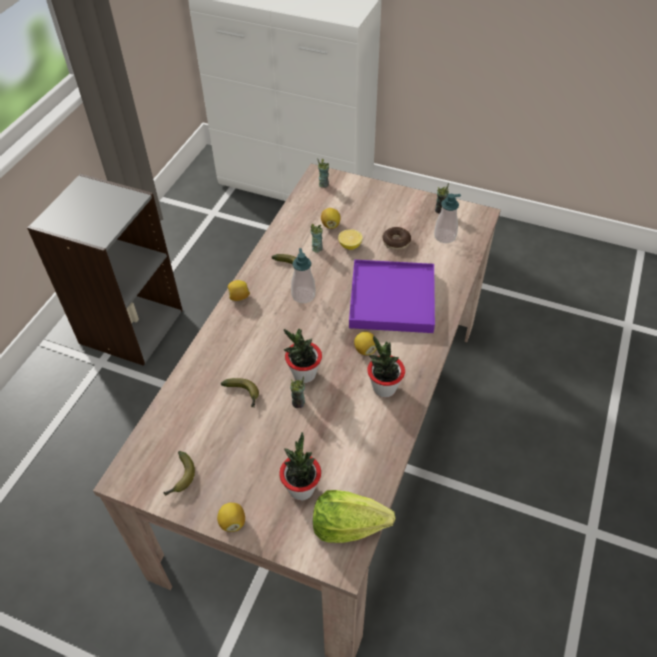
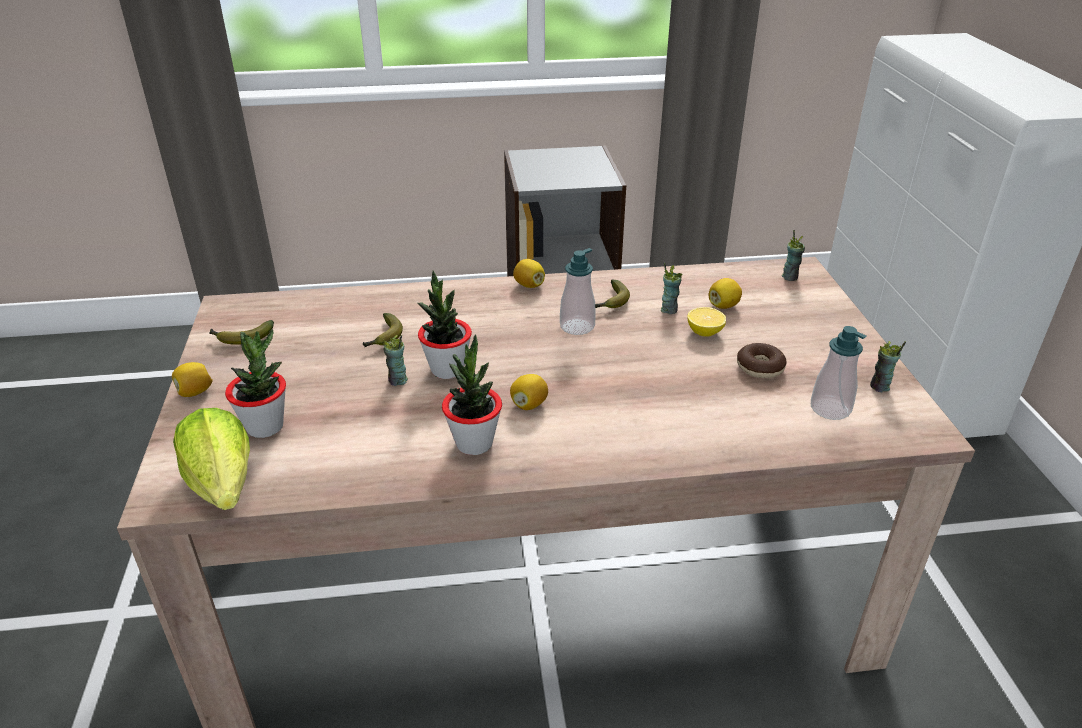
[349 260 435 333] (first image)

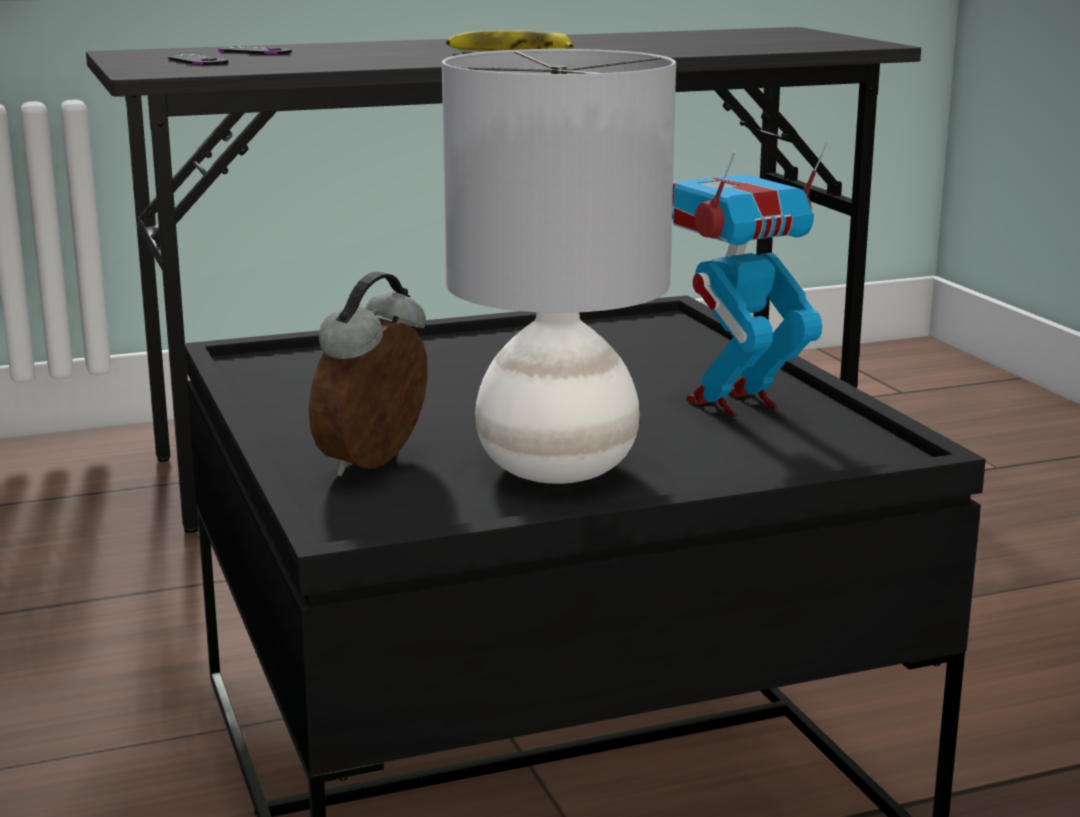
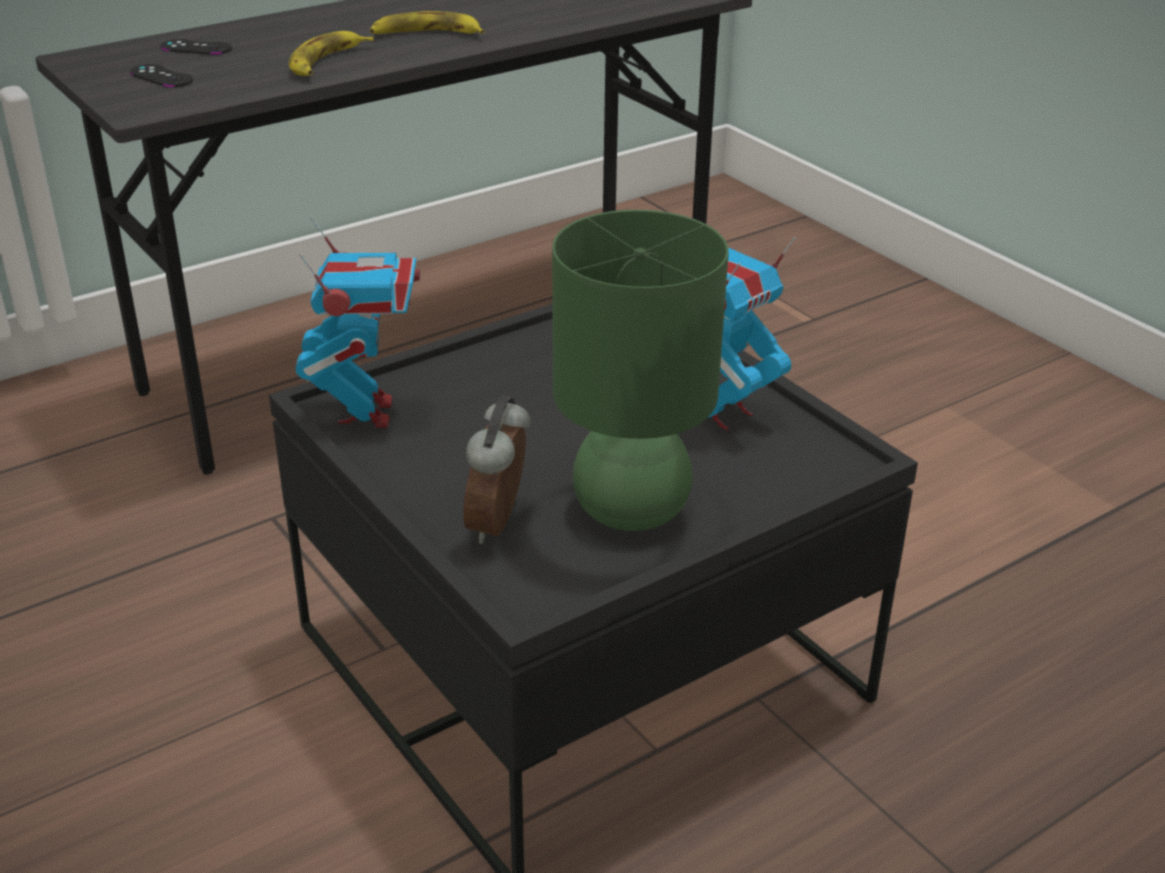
[288 31 374 76]
[295 216 420 428]
[552 210 729 531]

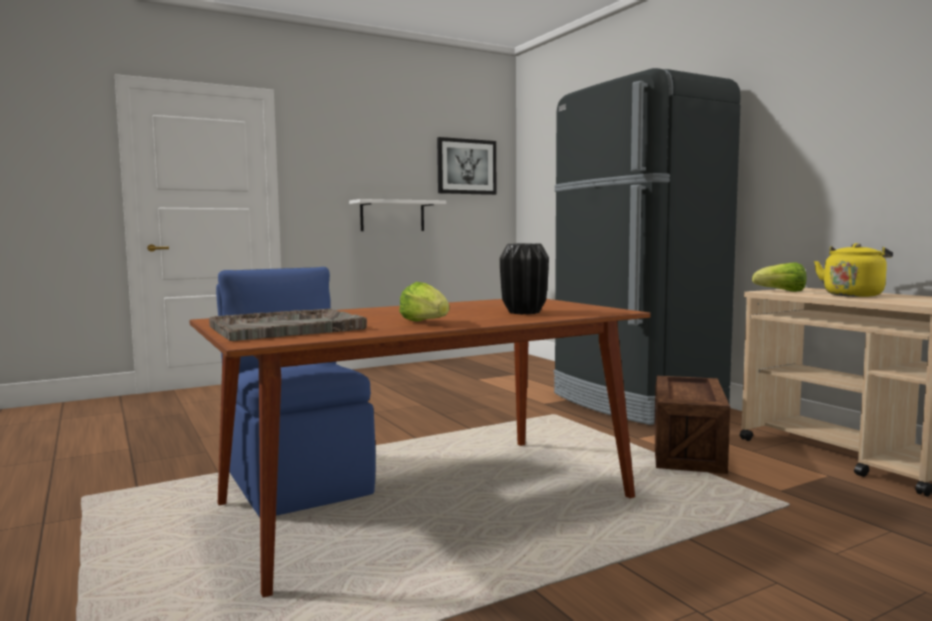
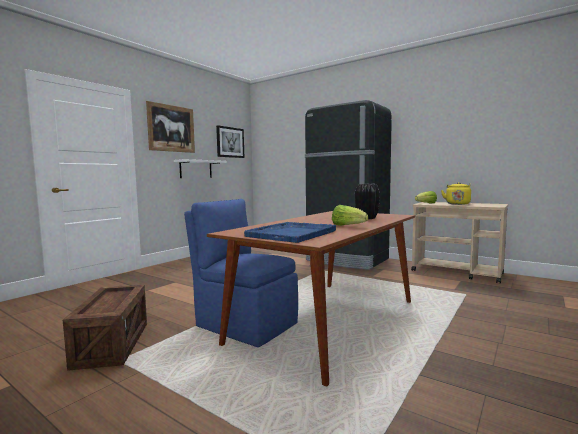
[146 101 195 153]
[63 285 147 371]
[244 222 336 243]

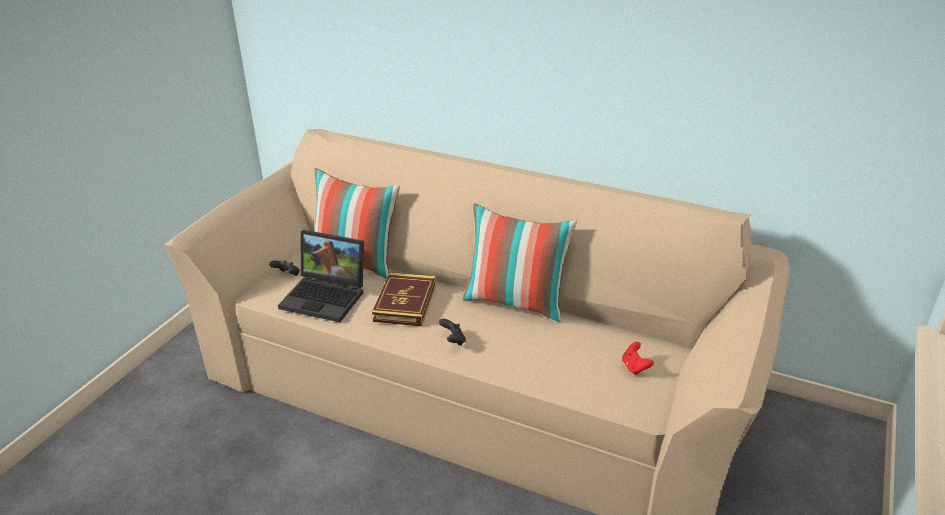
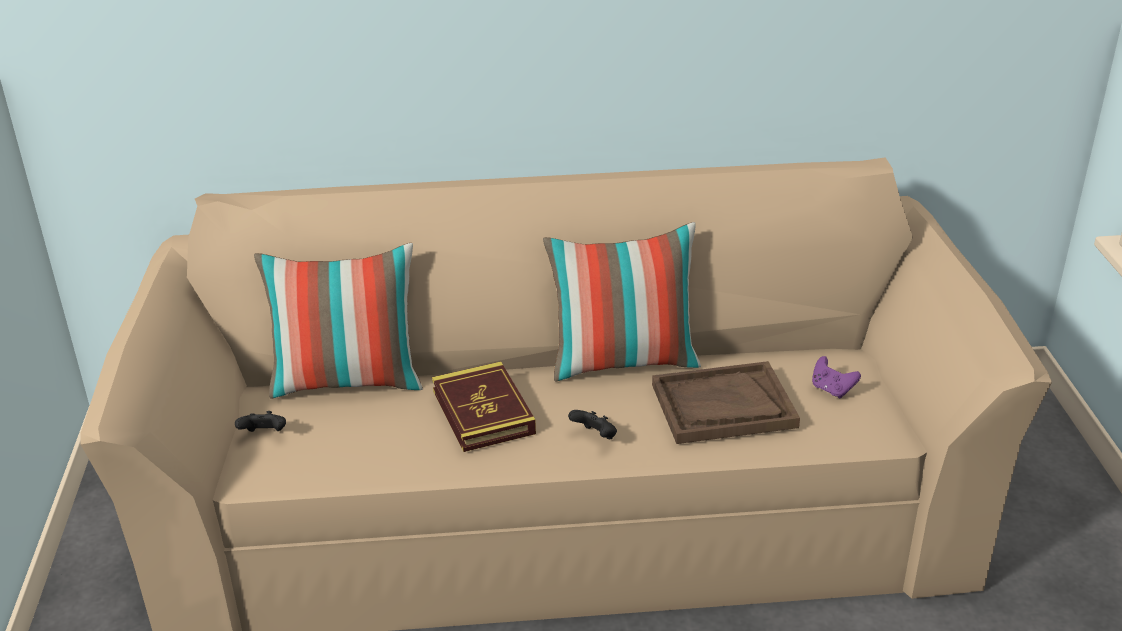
[278 230 364 322] (first image)
[652 361 800 444]
[812 356 861 398]

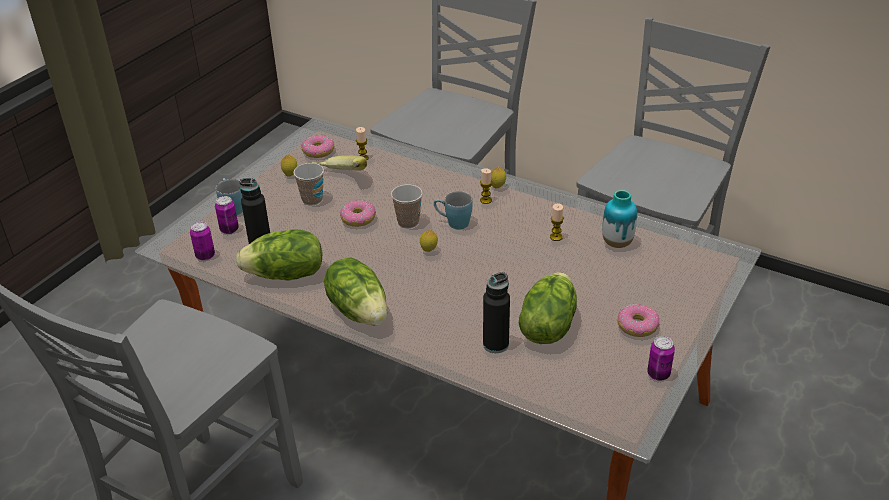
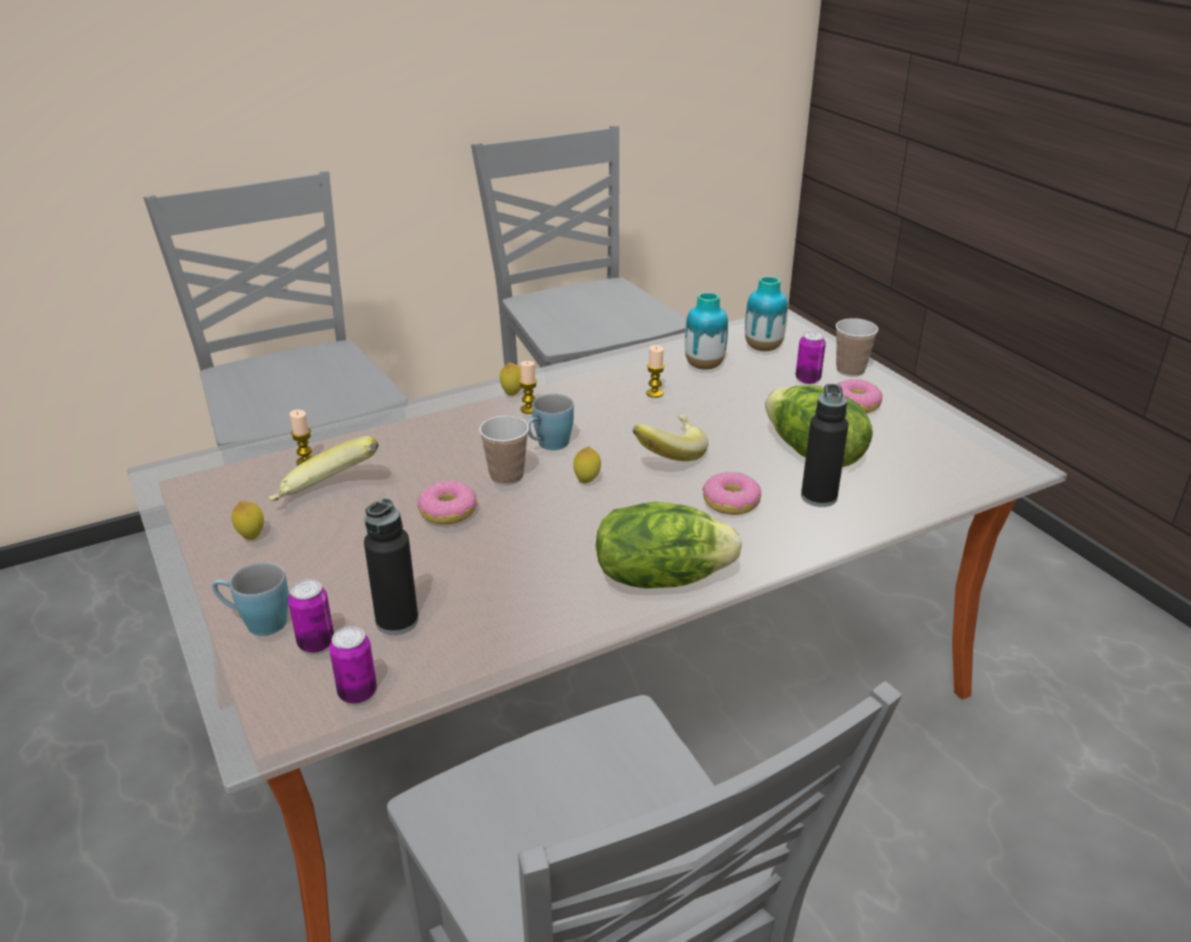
[236 230 323 280] (first image)
[632 415 708 461]
[745 276 788 351]
[836 318 878 377]
[702 472 761 515]
[796 331 826 384]

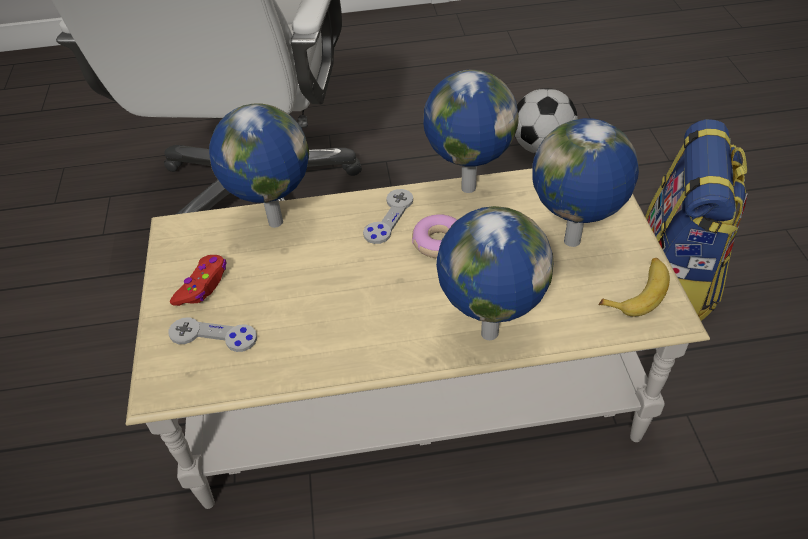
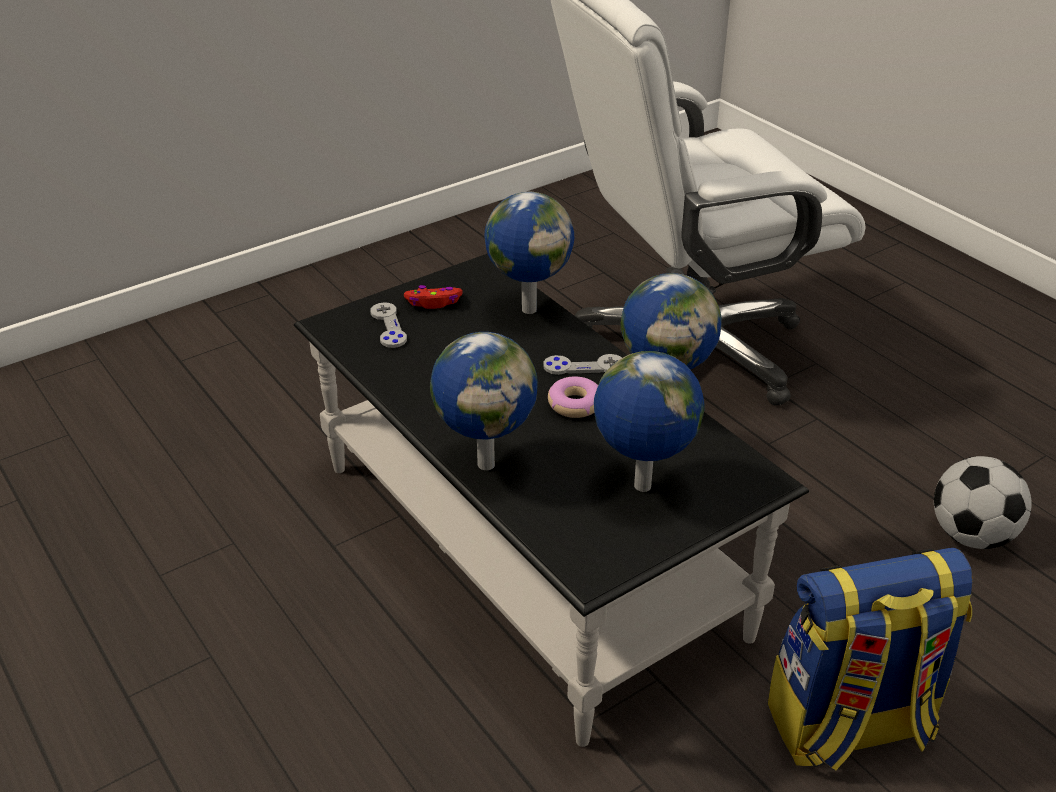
[599 258 670 316] (first image)
[294 253 809 747]

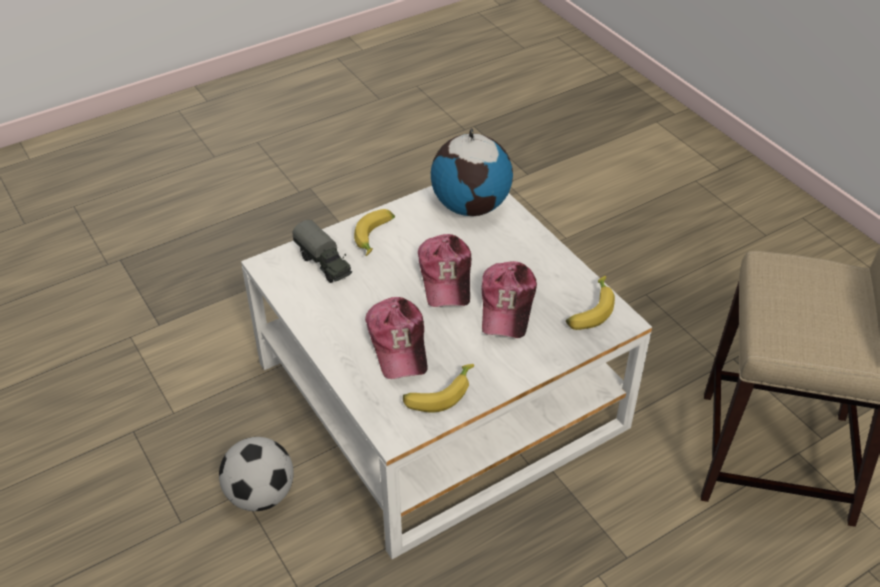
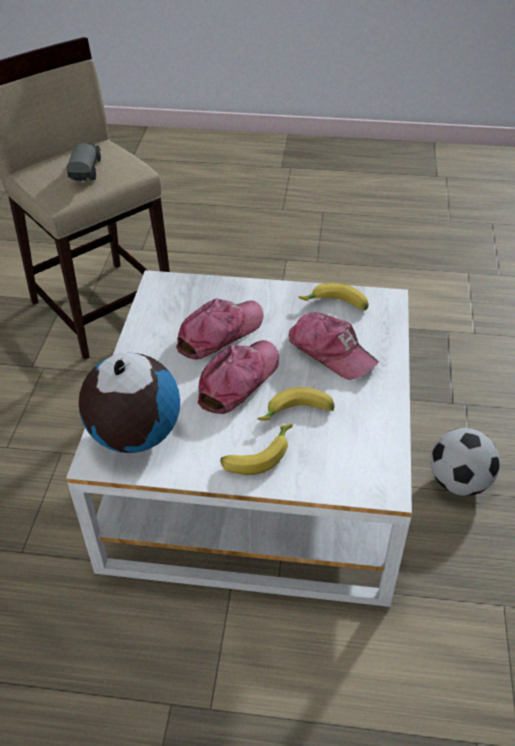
[67 143 101 181]
[257 387 334 420]
[289 312 379 380]

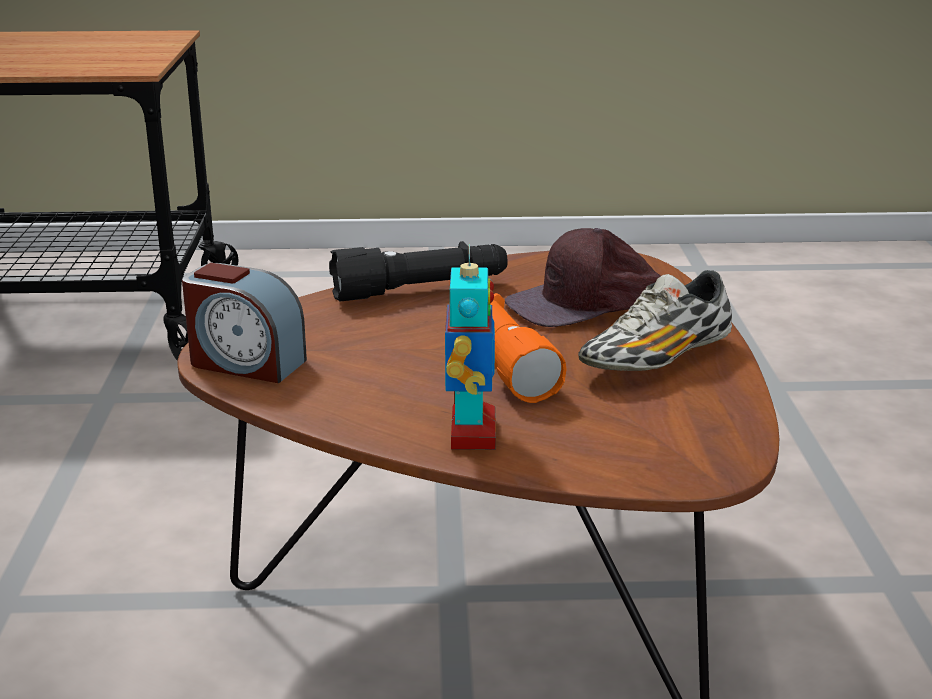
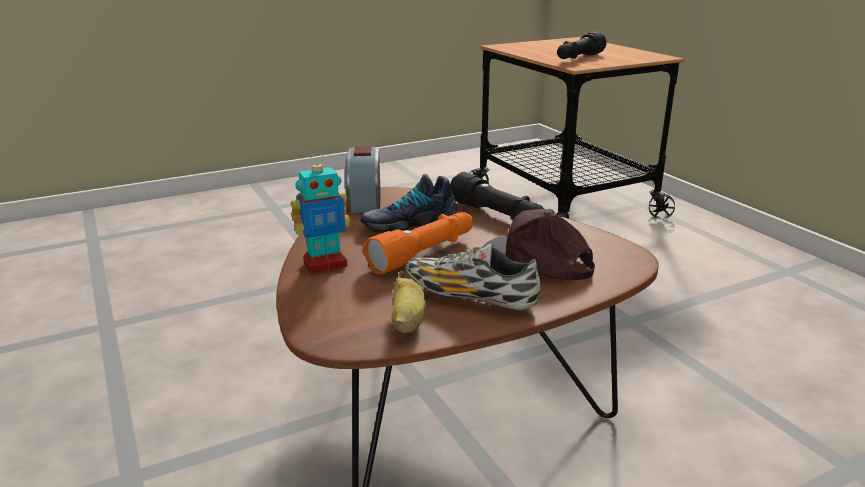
[360 174 458 233]
[392 271 426 333]
[557 32 607 59]

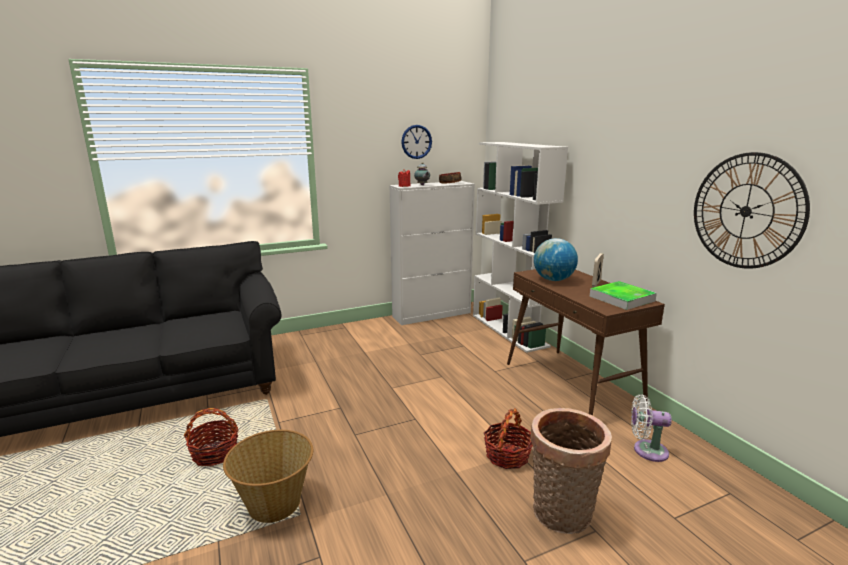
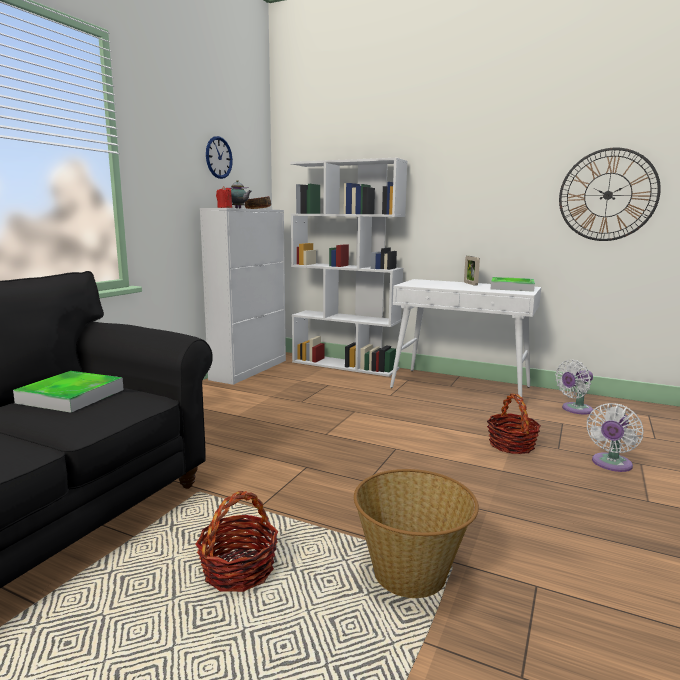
[534 238 578 281] (first image)
[13 371 124 413]
[587 403 643 472]
[390 279 541 399]

